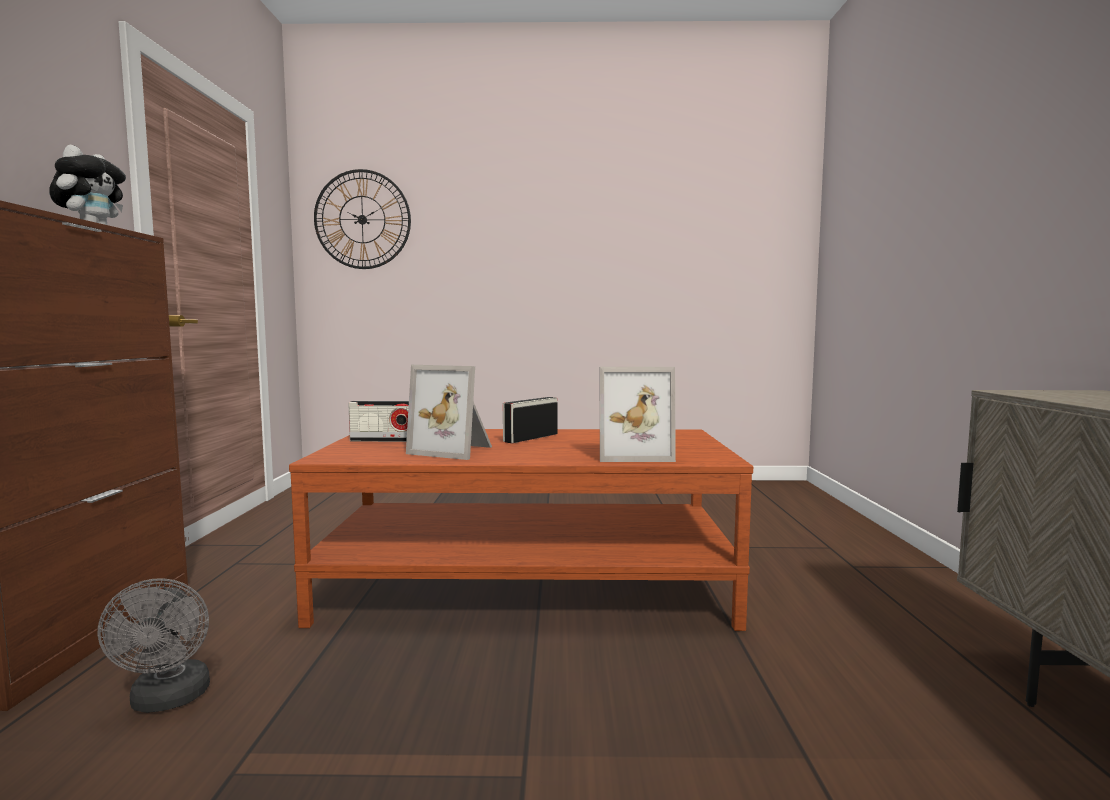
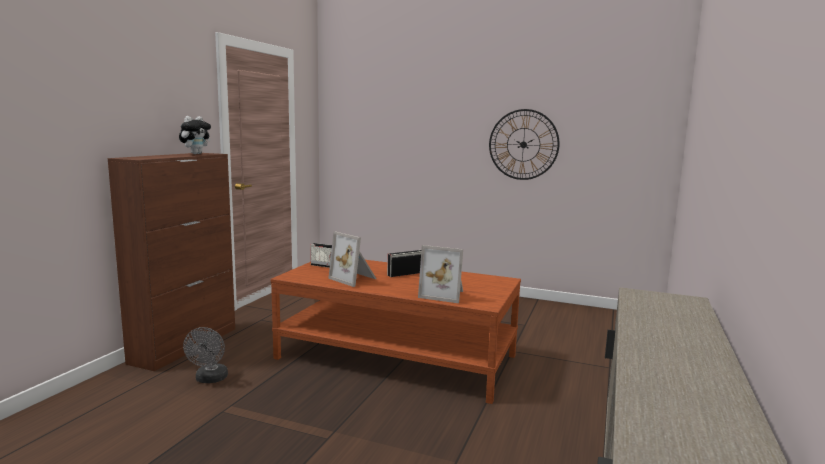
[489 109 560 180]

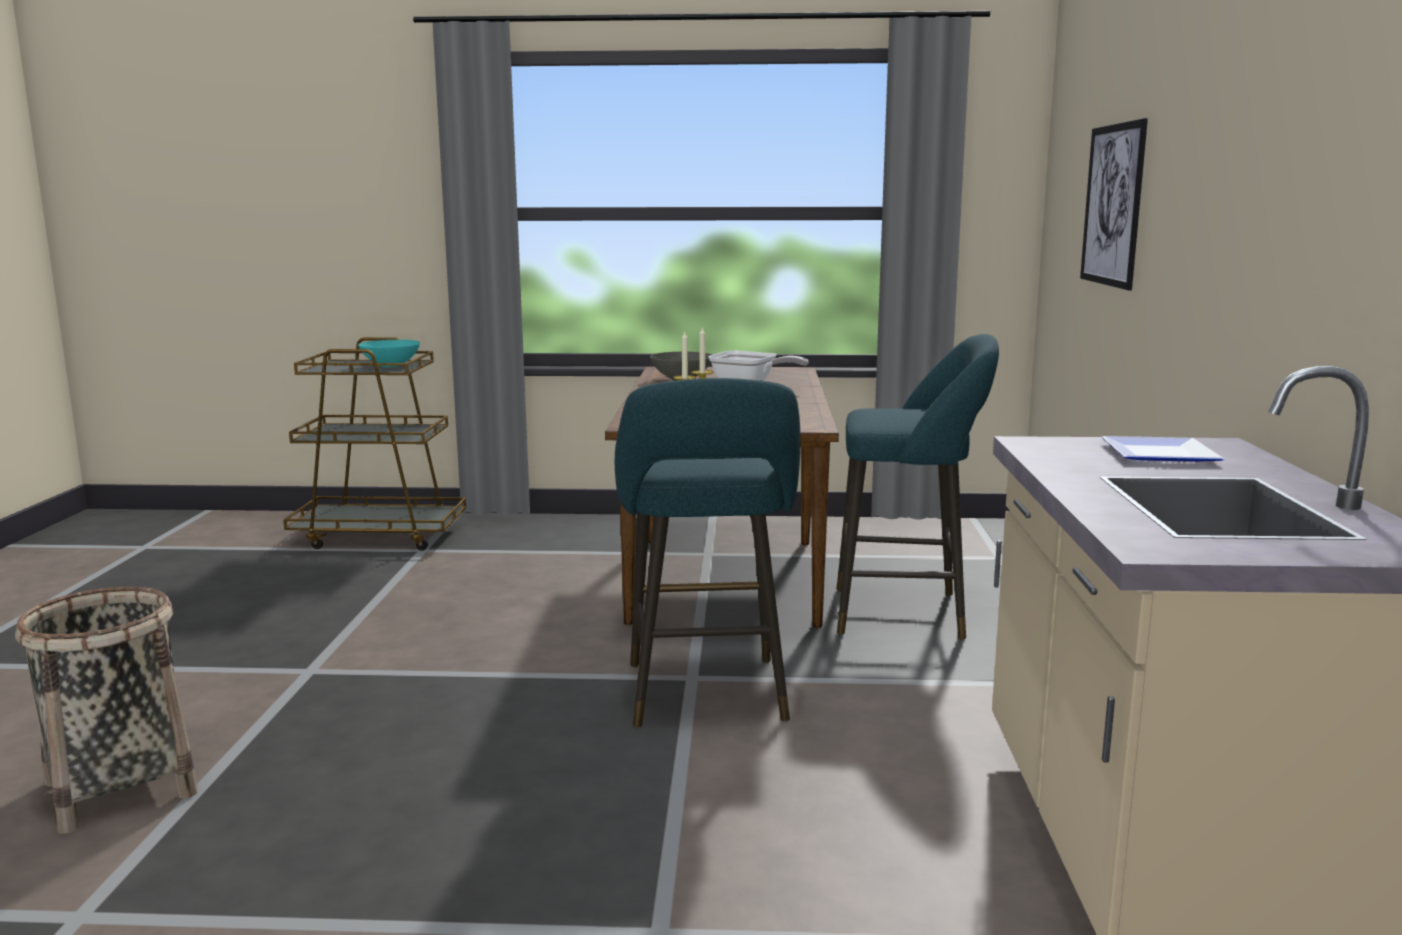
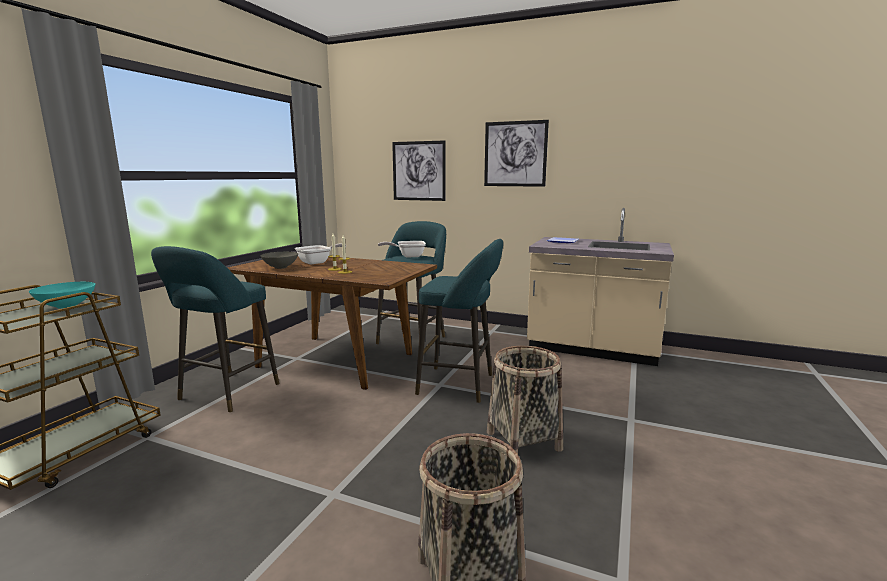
[151 246 279 412]
[378 241 426 257]
[484 120 549 187]
[487 346 563 454]

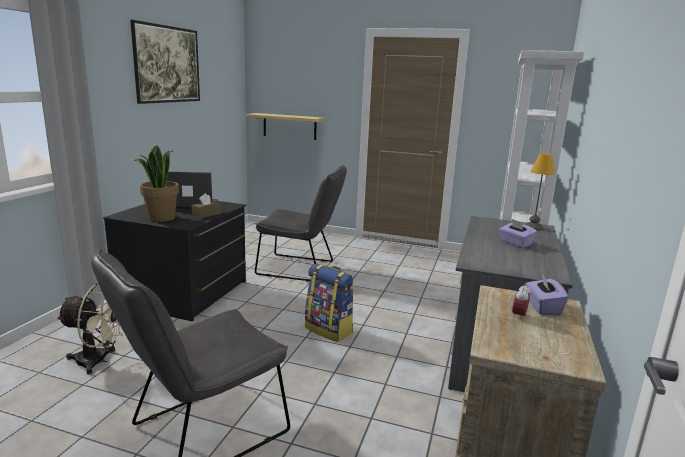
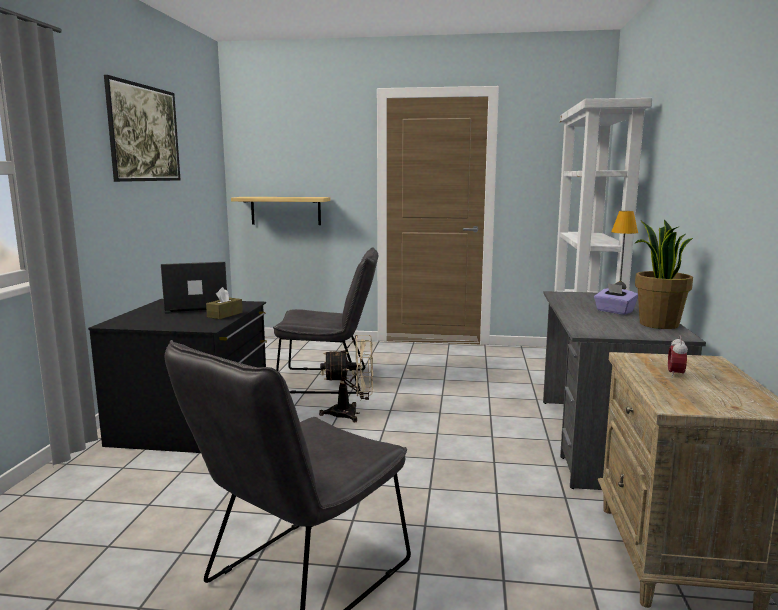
[305 264 354 342] (first image)
[526 275 569 315] (first image)
[319 335 373 422]
[635 219 693 329]

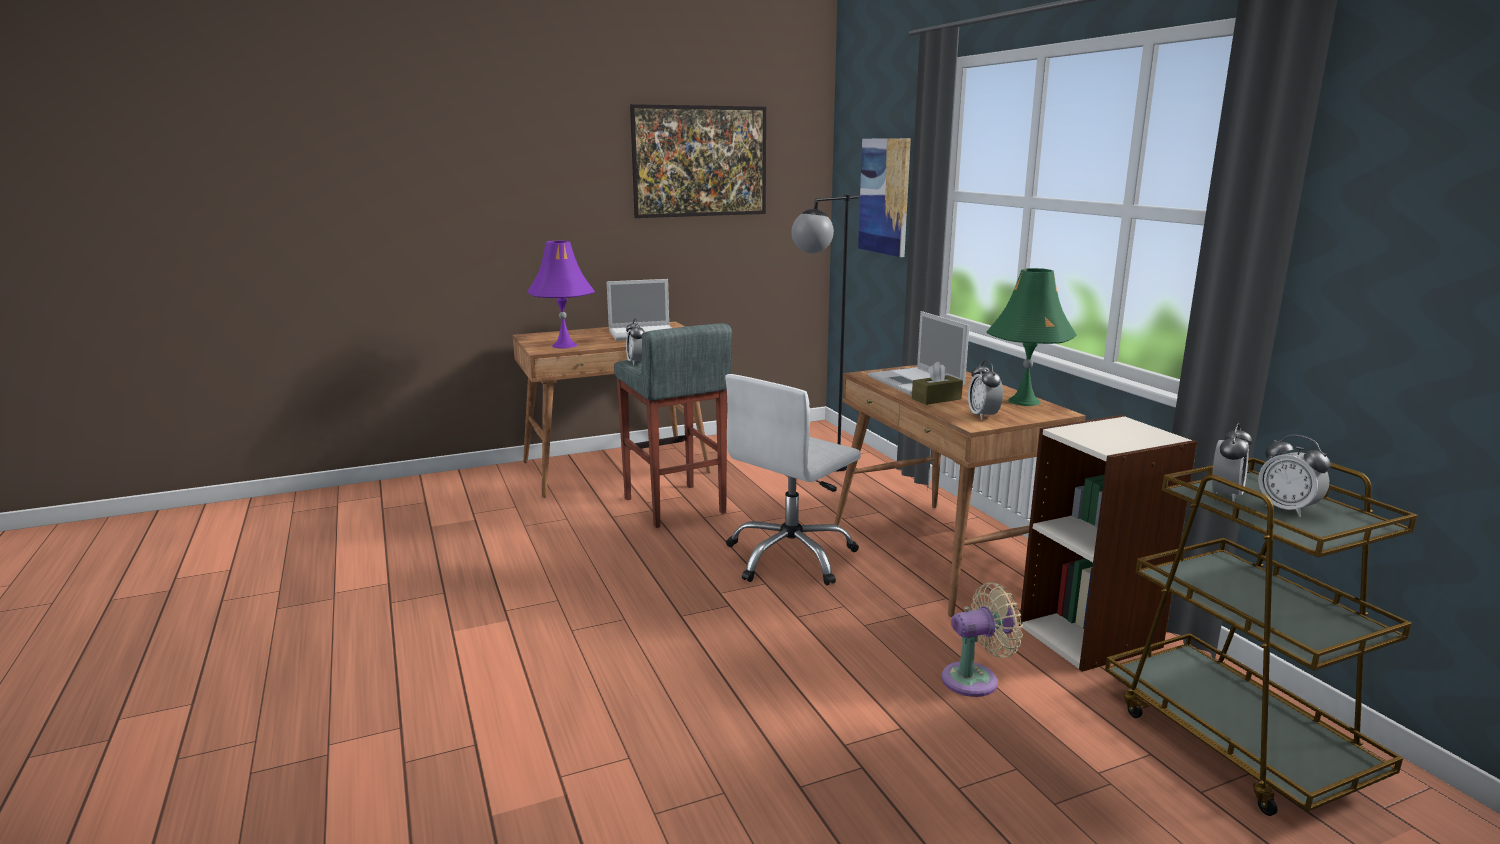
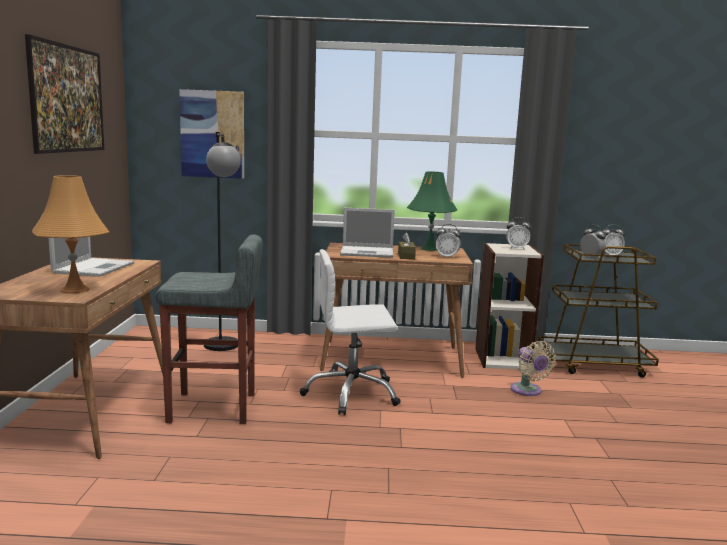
[506 217 531 249]
[32 175 109 294]
[300 249 400 415]
[510 341 556 396]

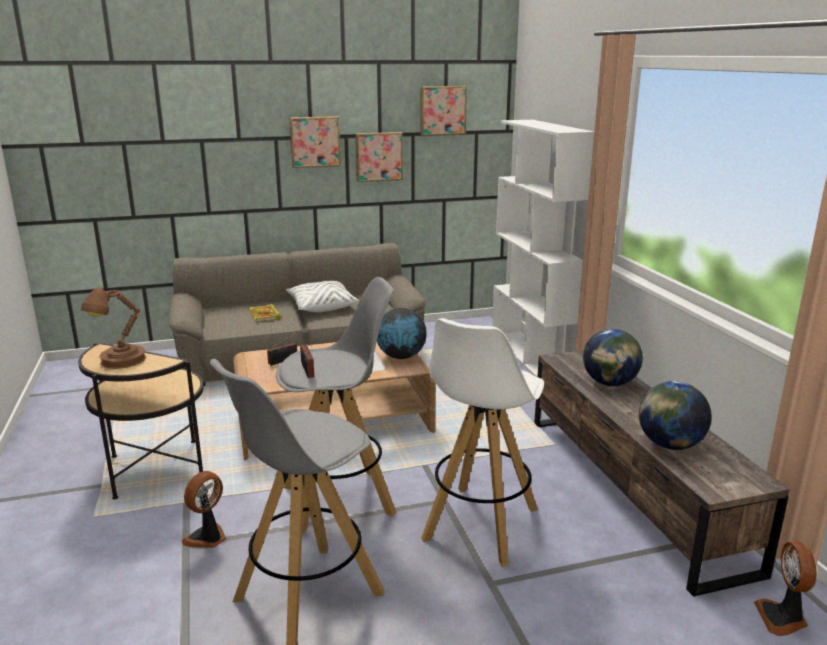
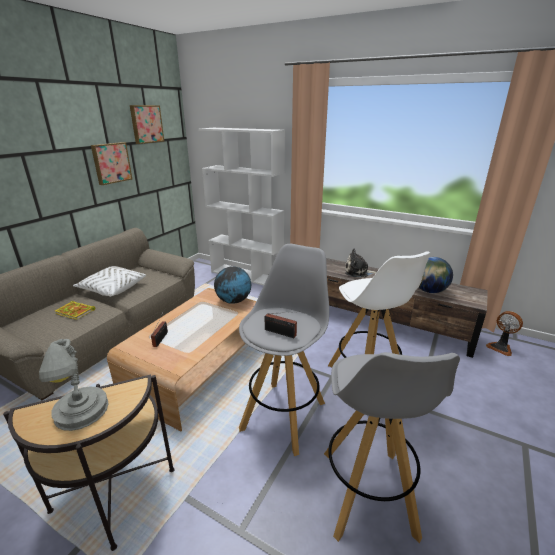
[182 471 226 548] (first image)
[289 116 341 168] (first image)
[345 249 376 277]
[39 339 109 431]

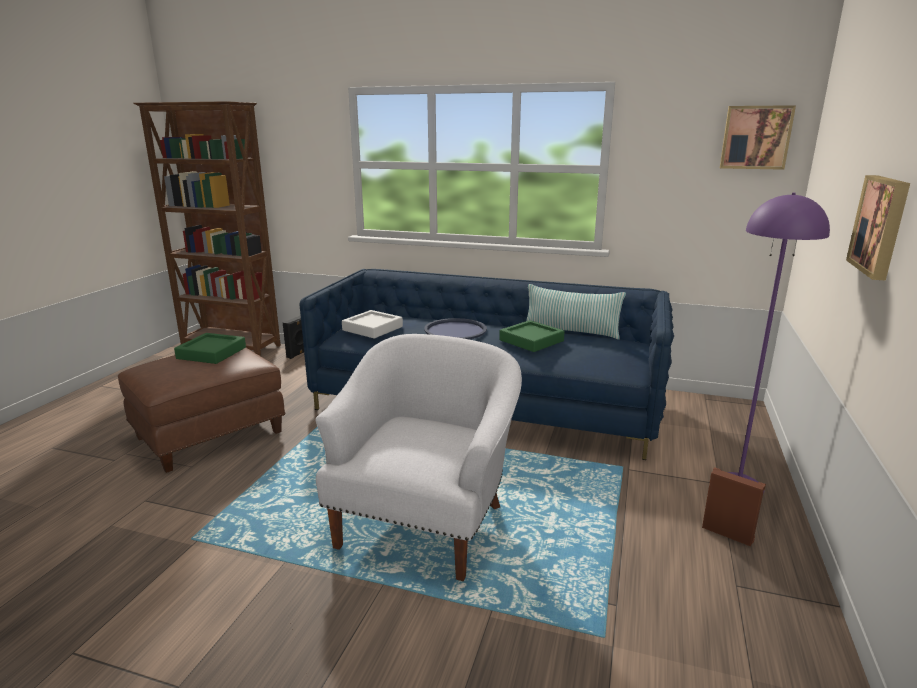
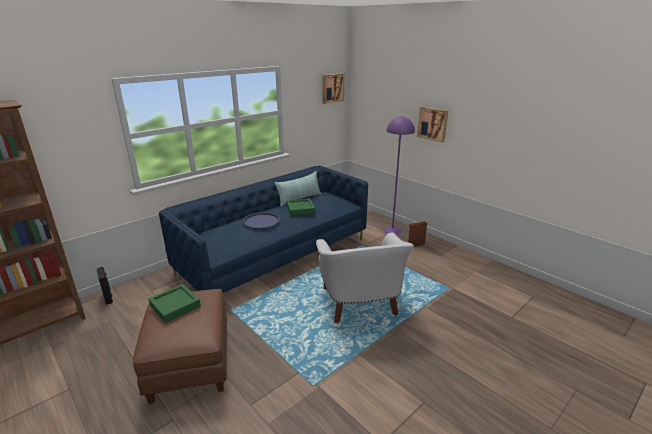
[342 310 403 338] (first image)
[316 233 414 324]

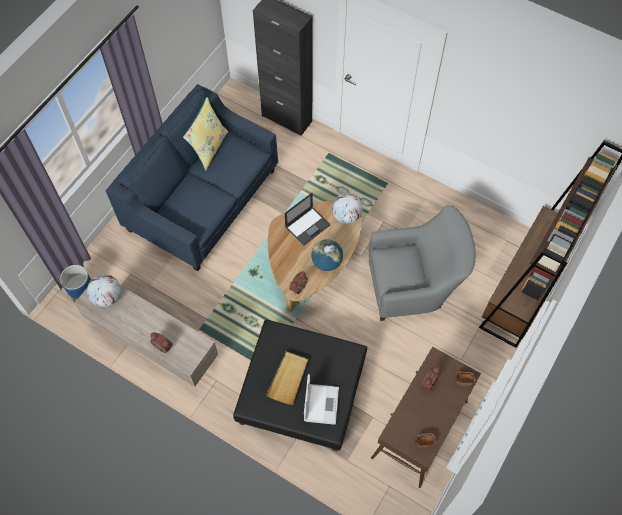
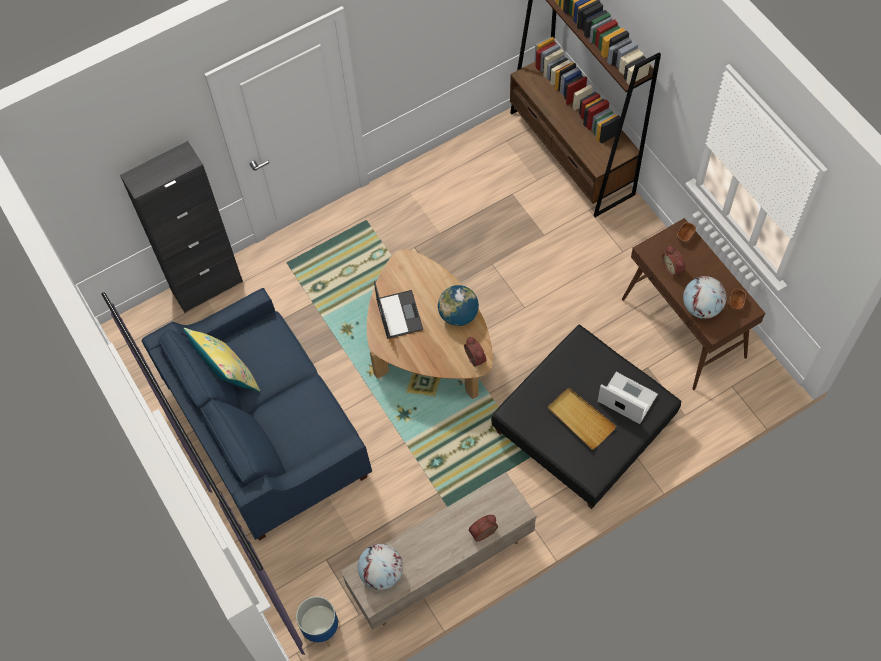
[369 205 476 321] (first image)
[683 276 726 319]

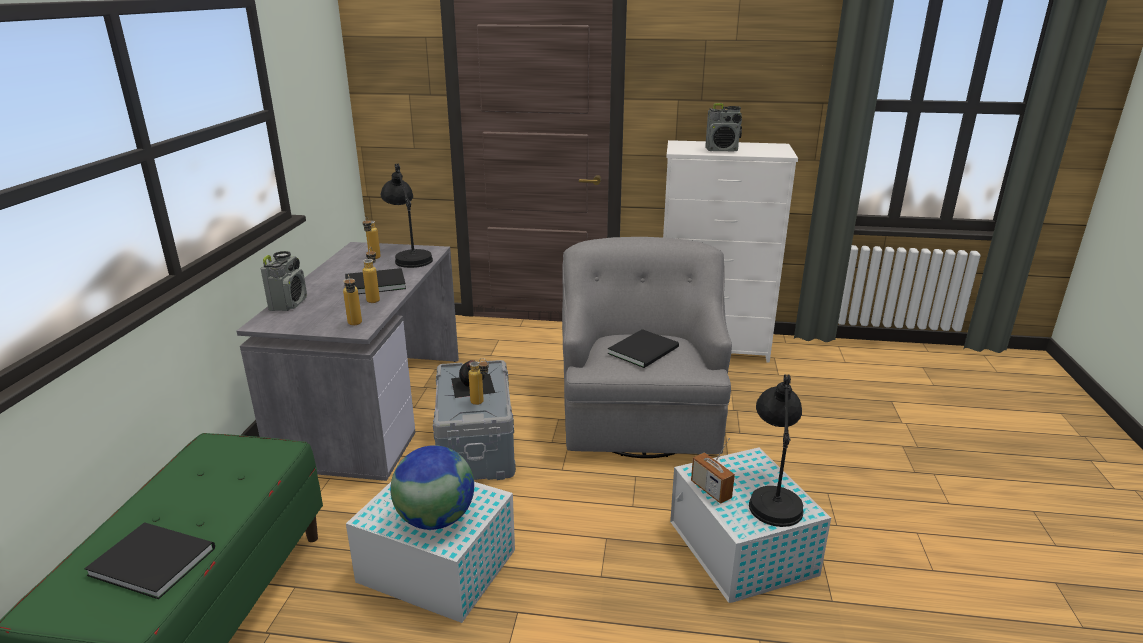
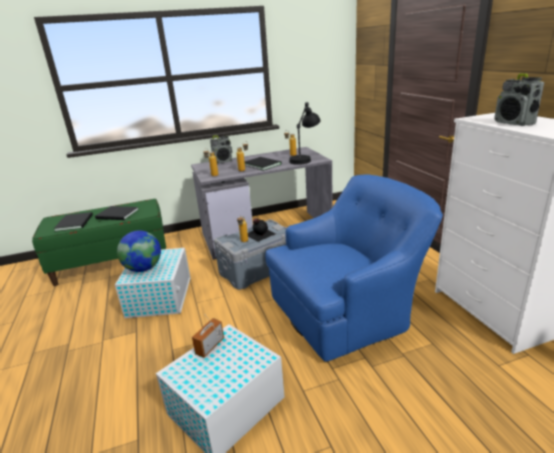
[749 374 803 527] (first image)
[95 206 138 220]
[265 175 443 362]

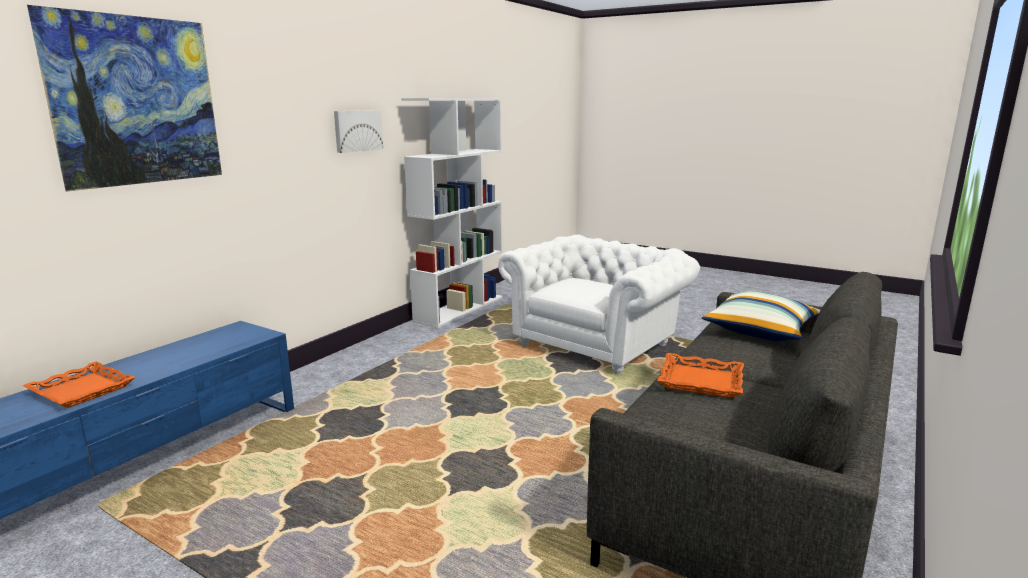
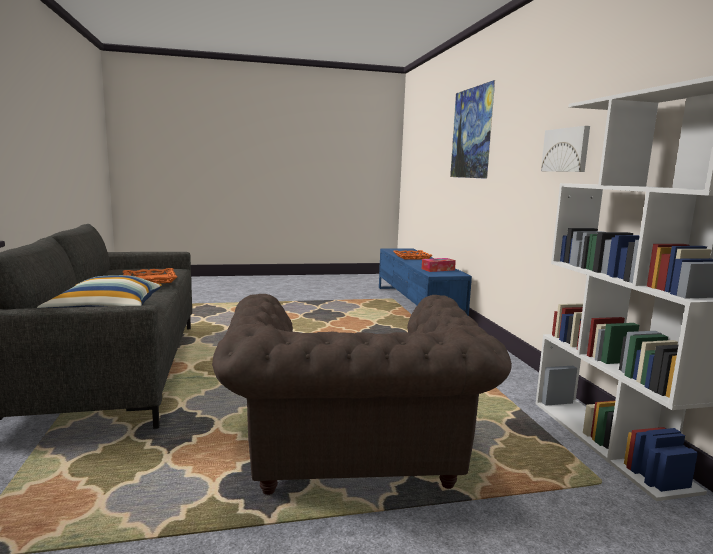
[422 258 456 272]
[212 294 512 495]

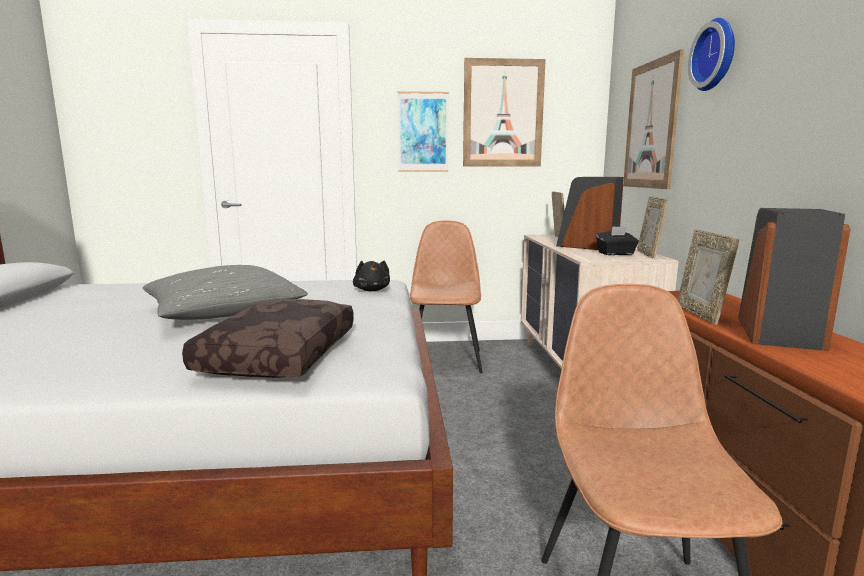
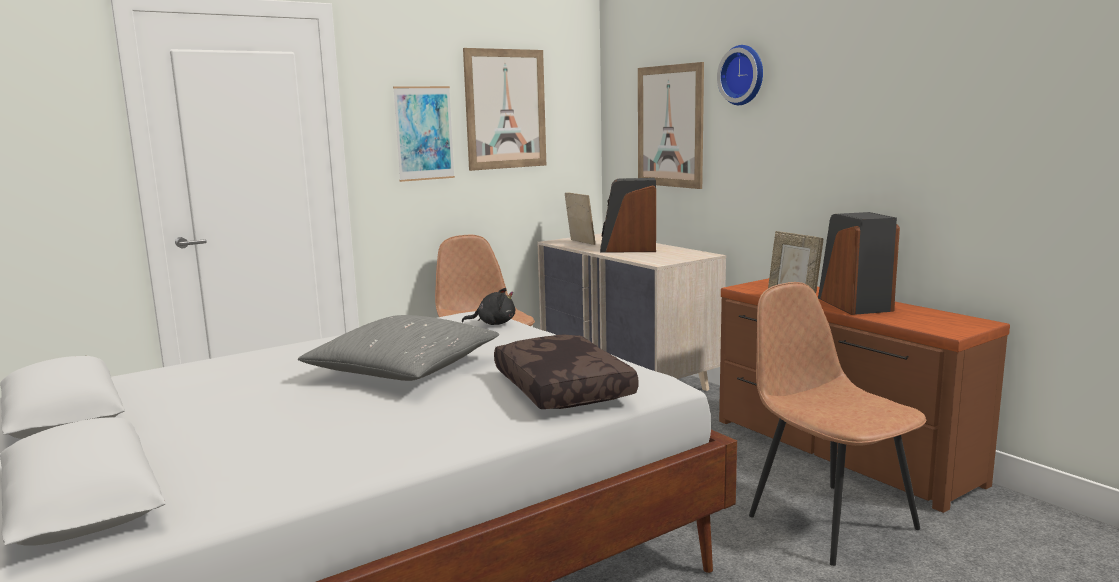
[596 226 639 255] (first image)
[638 196 668 259] (first image)
[462 288 515 325]

